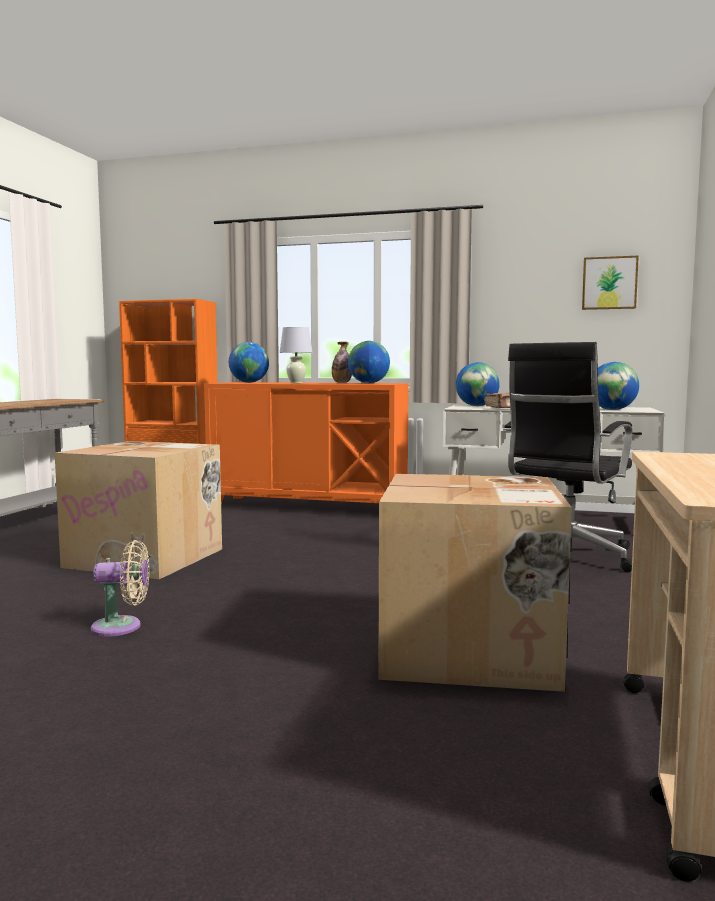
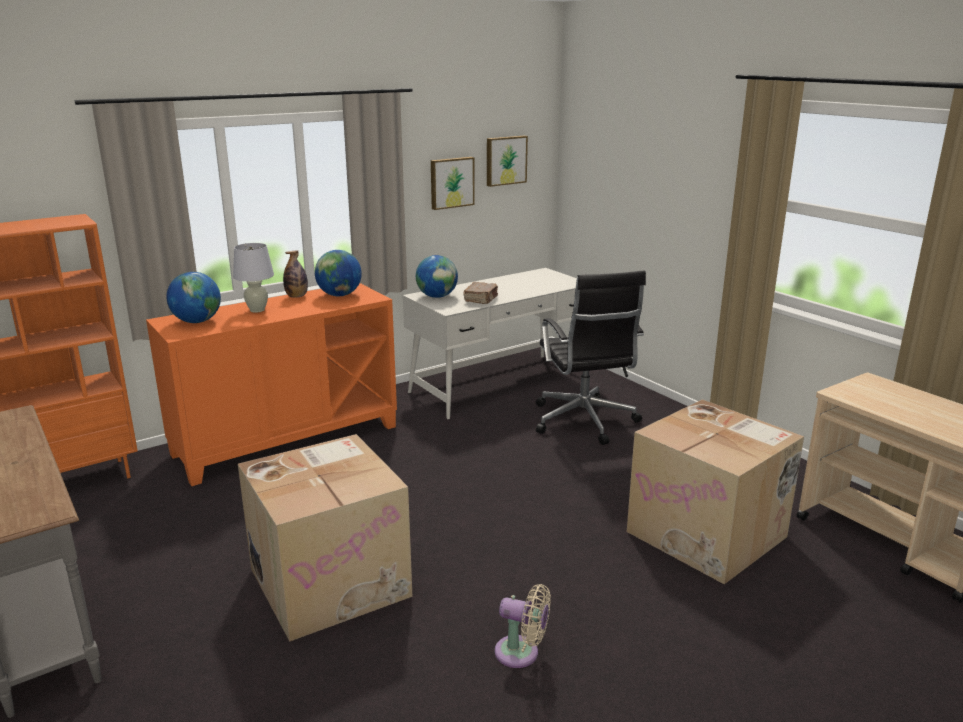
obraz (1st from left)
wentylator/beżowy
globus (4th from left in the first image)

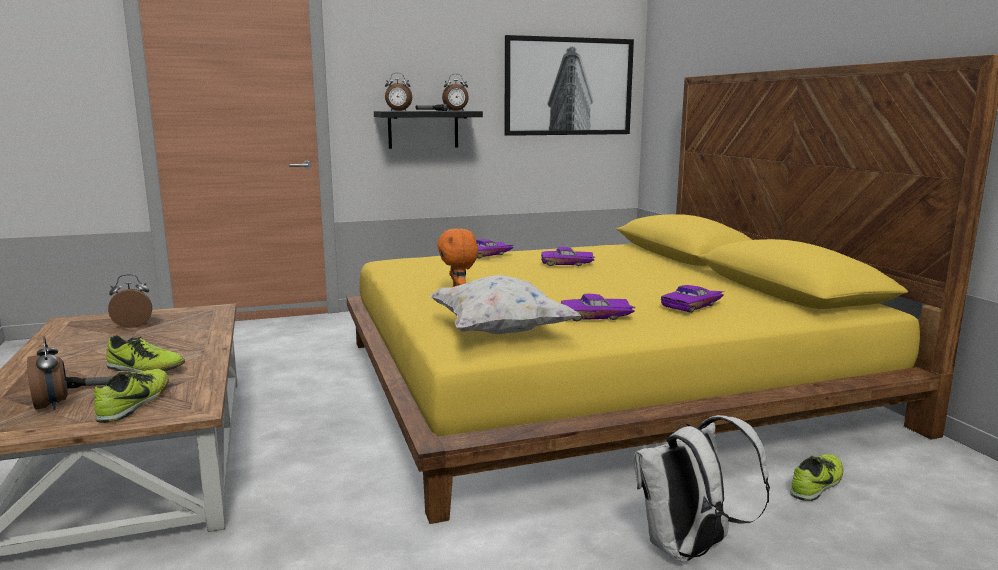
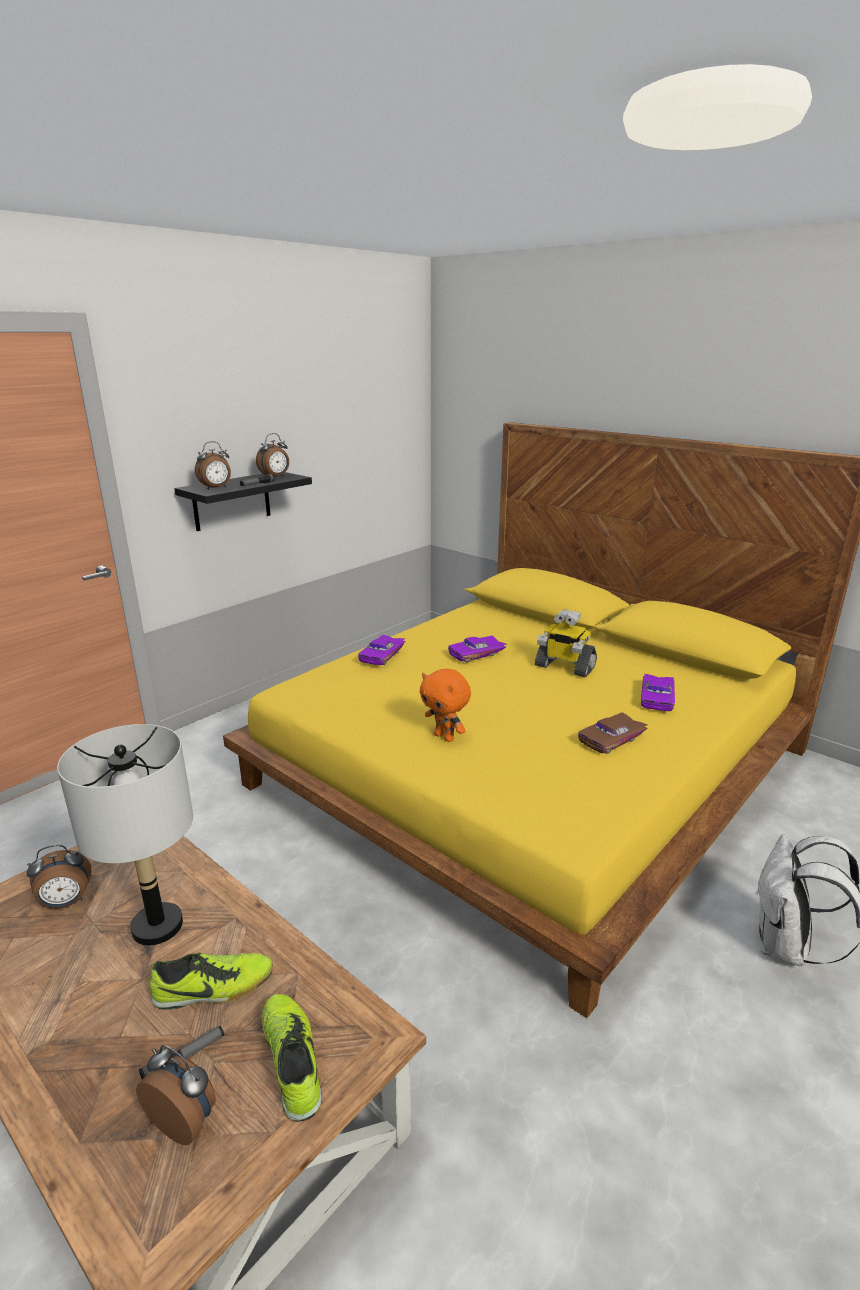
budzik (1st from left)
lampa stołowa/szary
robot zabawkowy
samochodzik/brązowy
poduszka/biały
obraz
but (3rd from left in the first image)

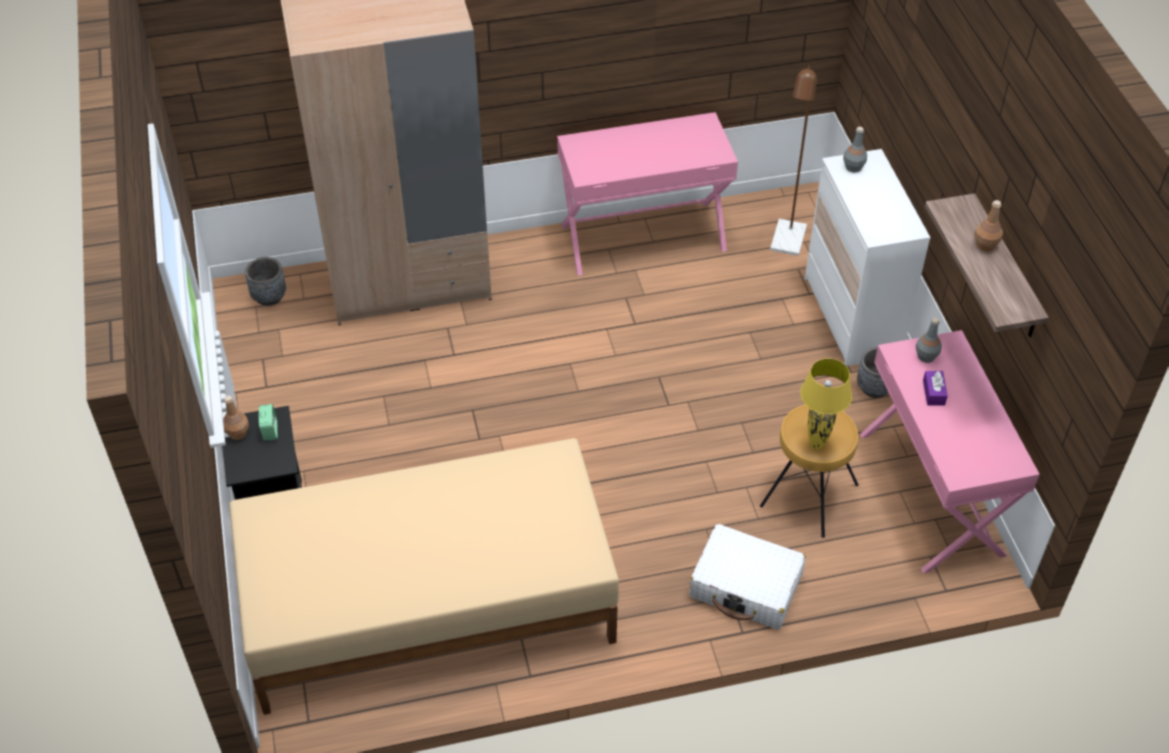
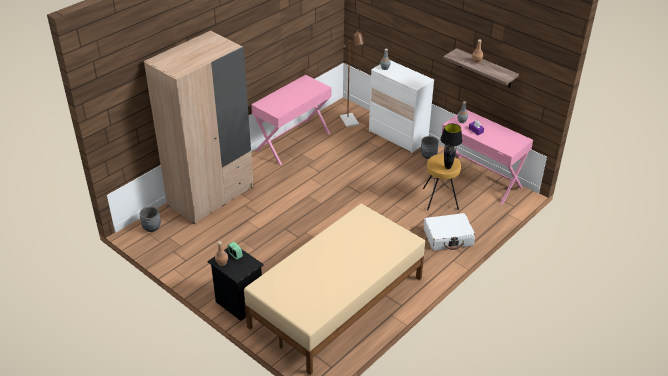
lampa stołowa/czarny

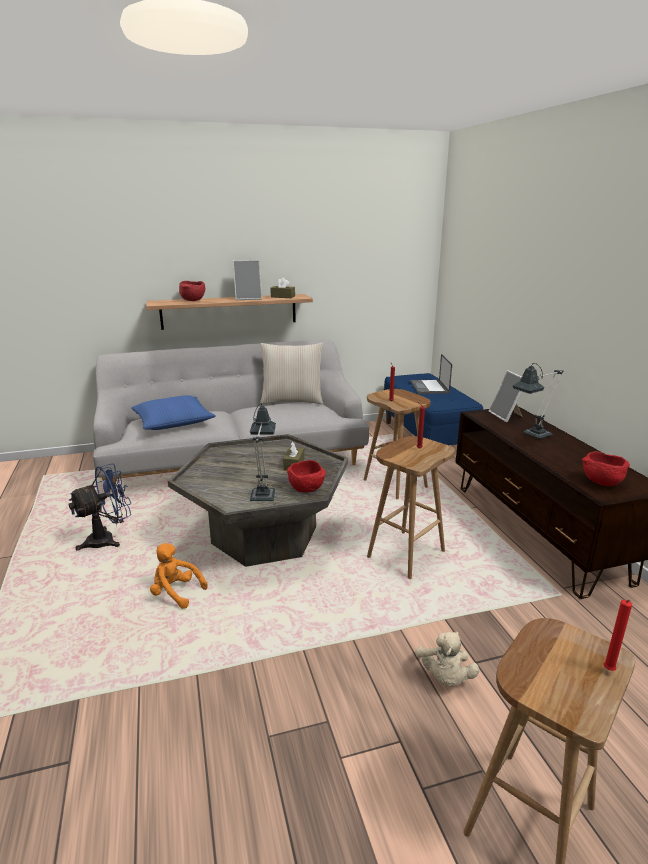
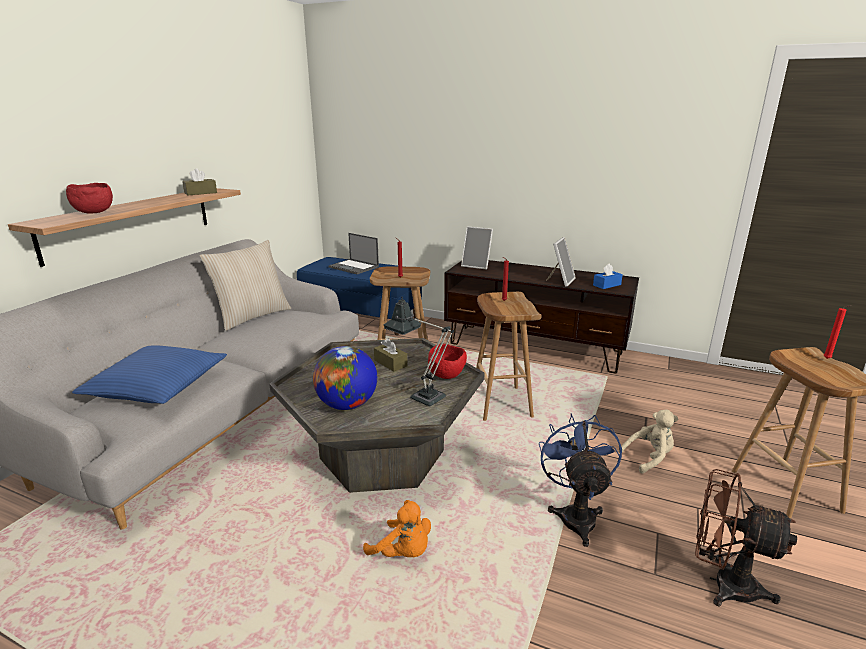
globus
pluszak/pomarańczowy
wentylator/niebieski
ramka na zdjęcie (2nd from left)
pudełko chusteczek/niebieski
pluszak/beżowy
wentylator/brązowy
lampa stołowa (2nd from left in the first image)

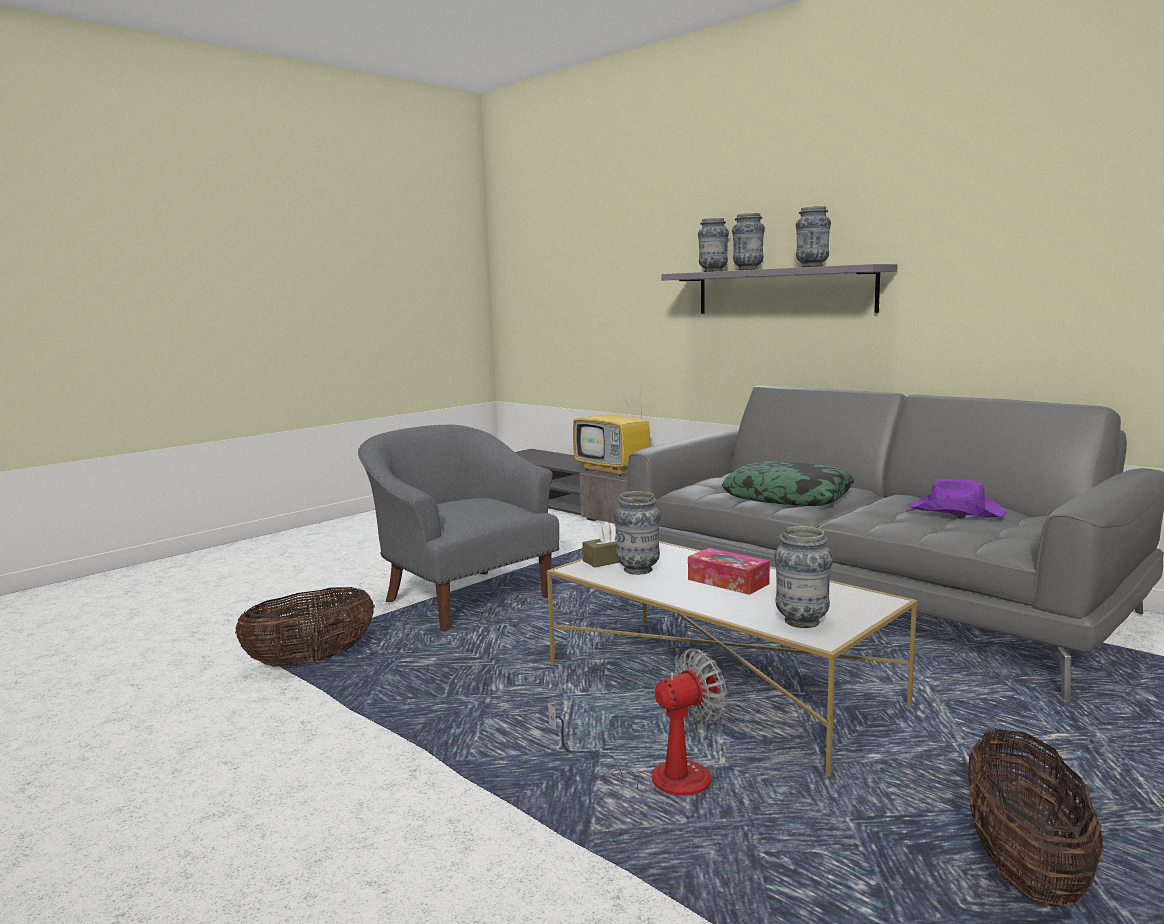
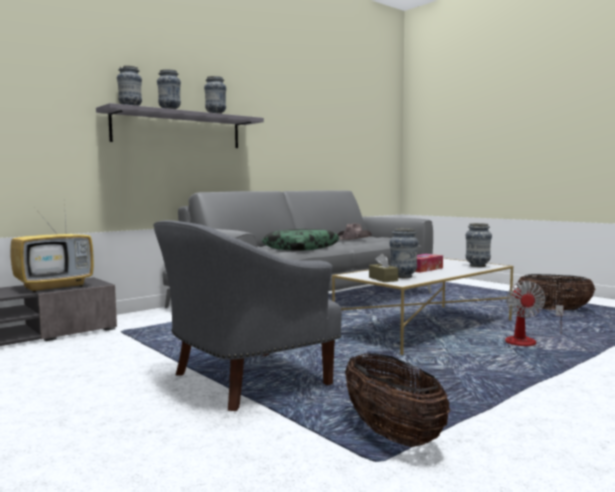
kapelusz/brązowy
wentylator

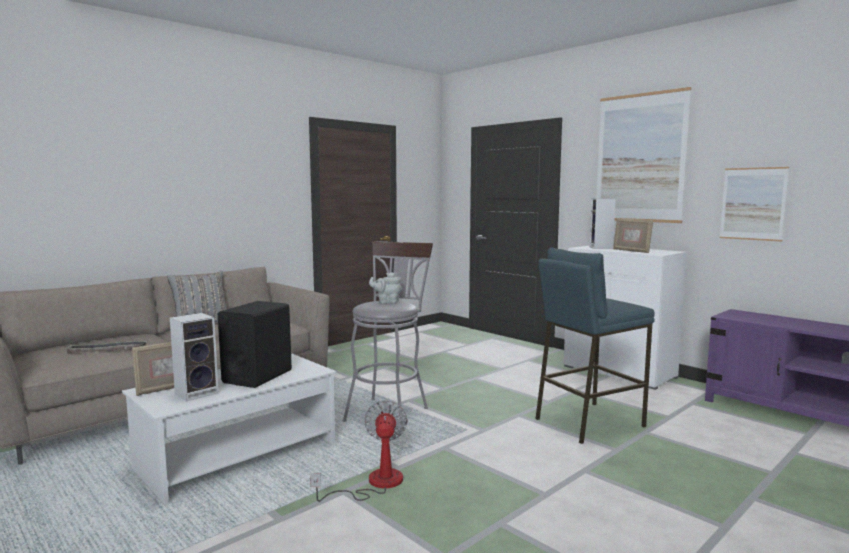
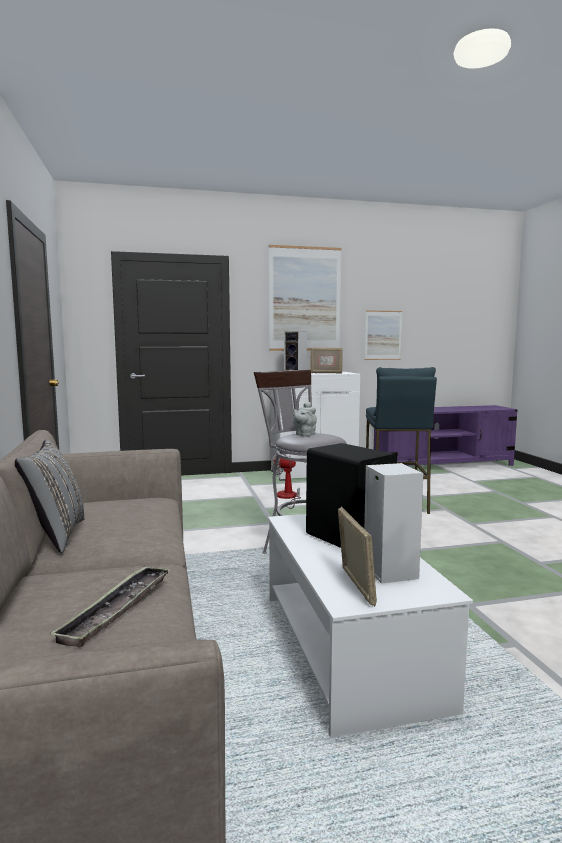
wentylator

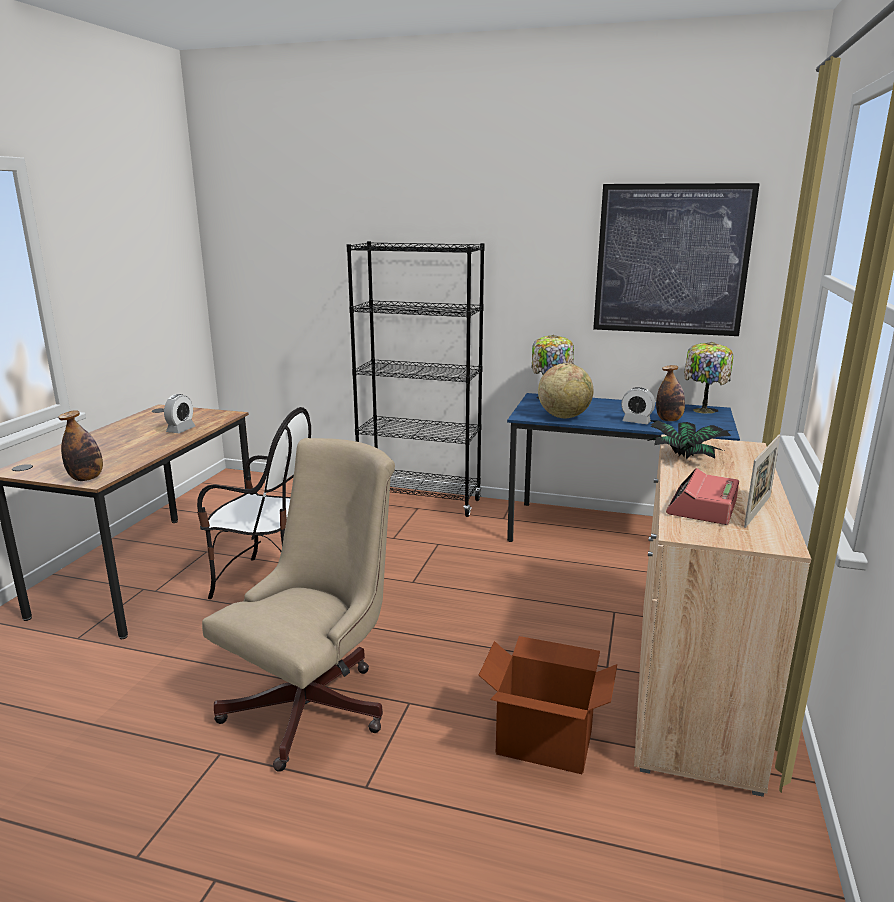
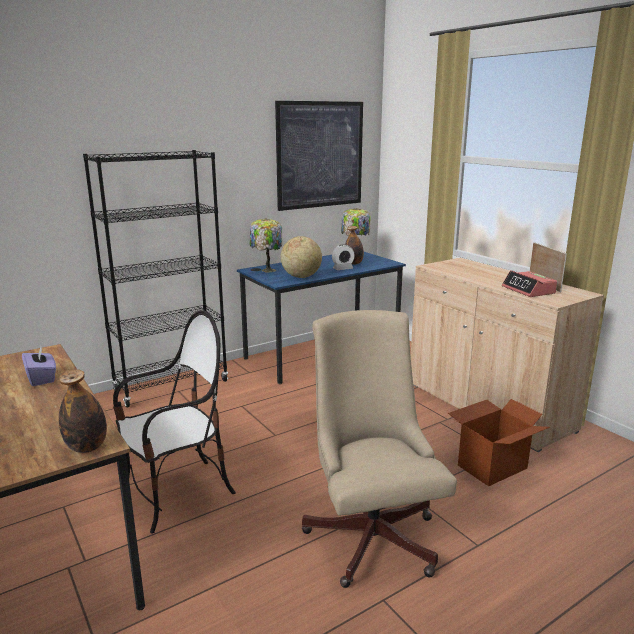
pudełko chusteczek/fioletowy
roślina doniczkowa

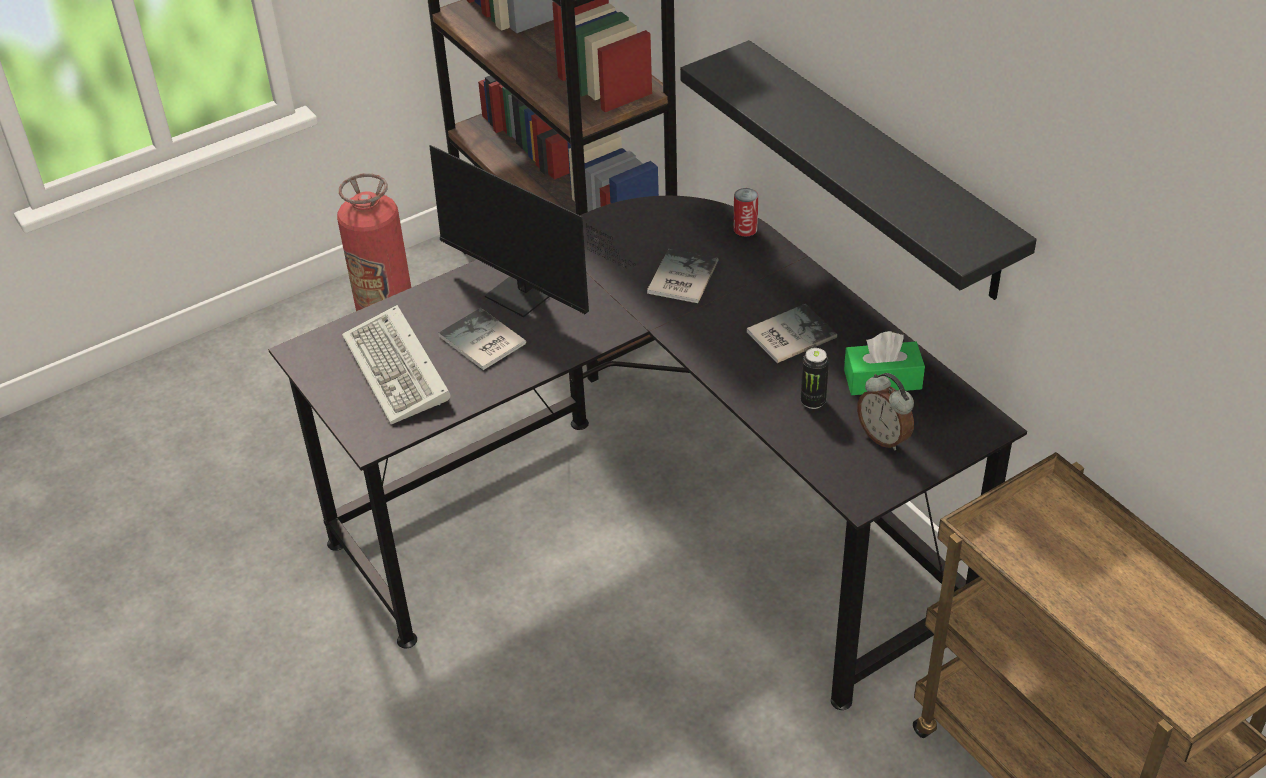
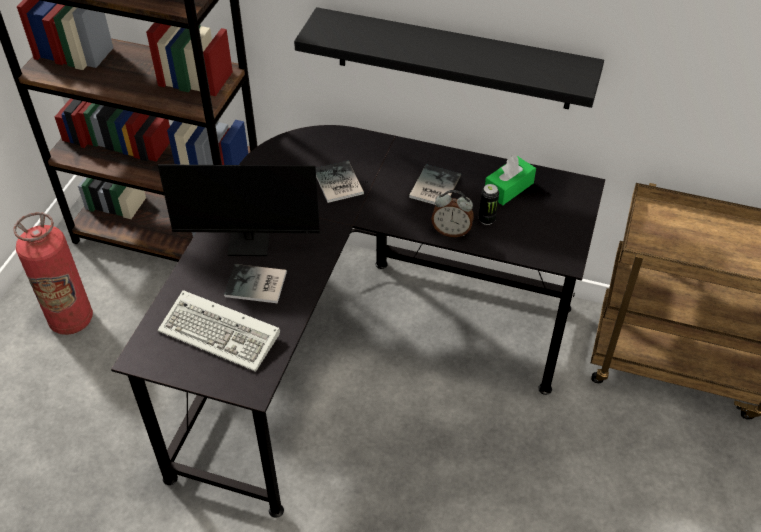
budzik
puszka (1st from left in the first image)

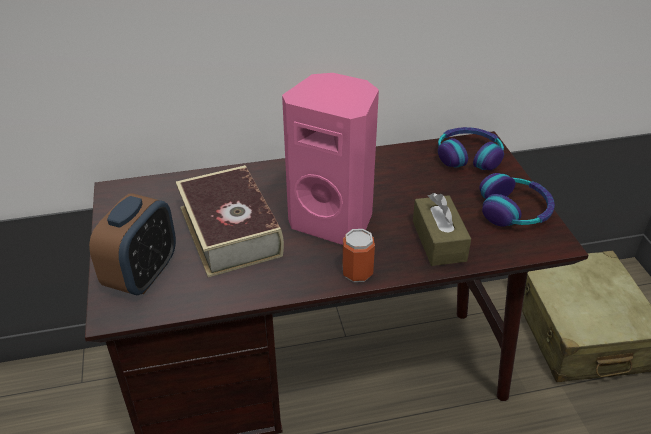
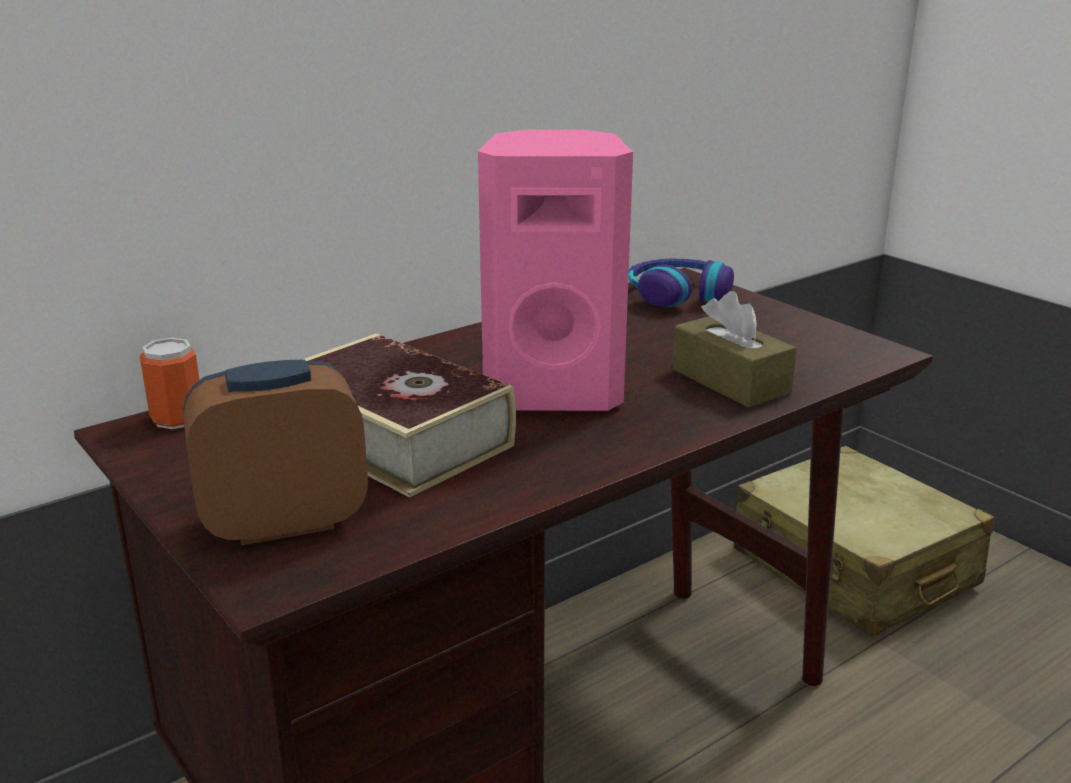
puszka
budzik
słuchawki (2nd from left in the first image)

